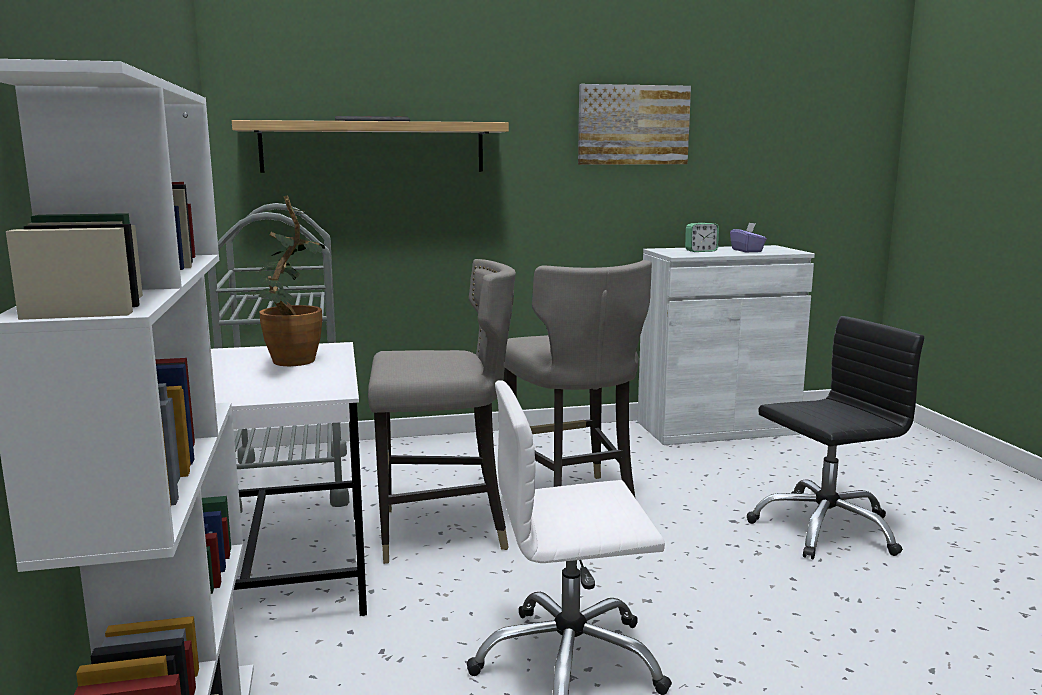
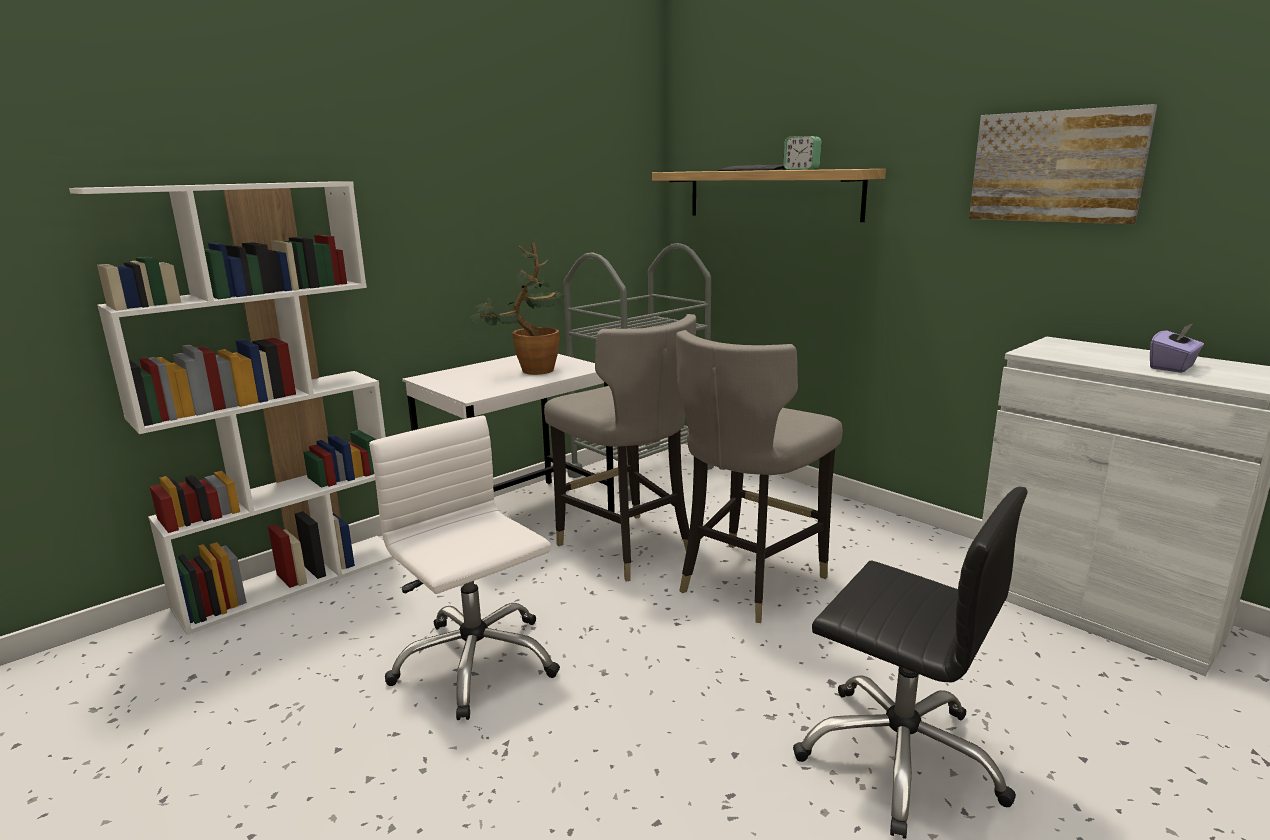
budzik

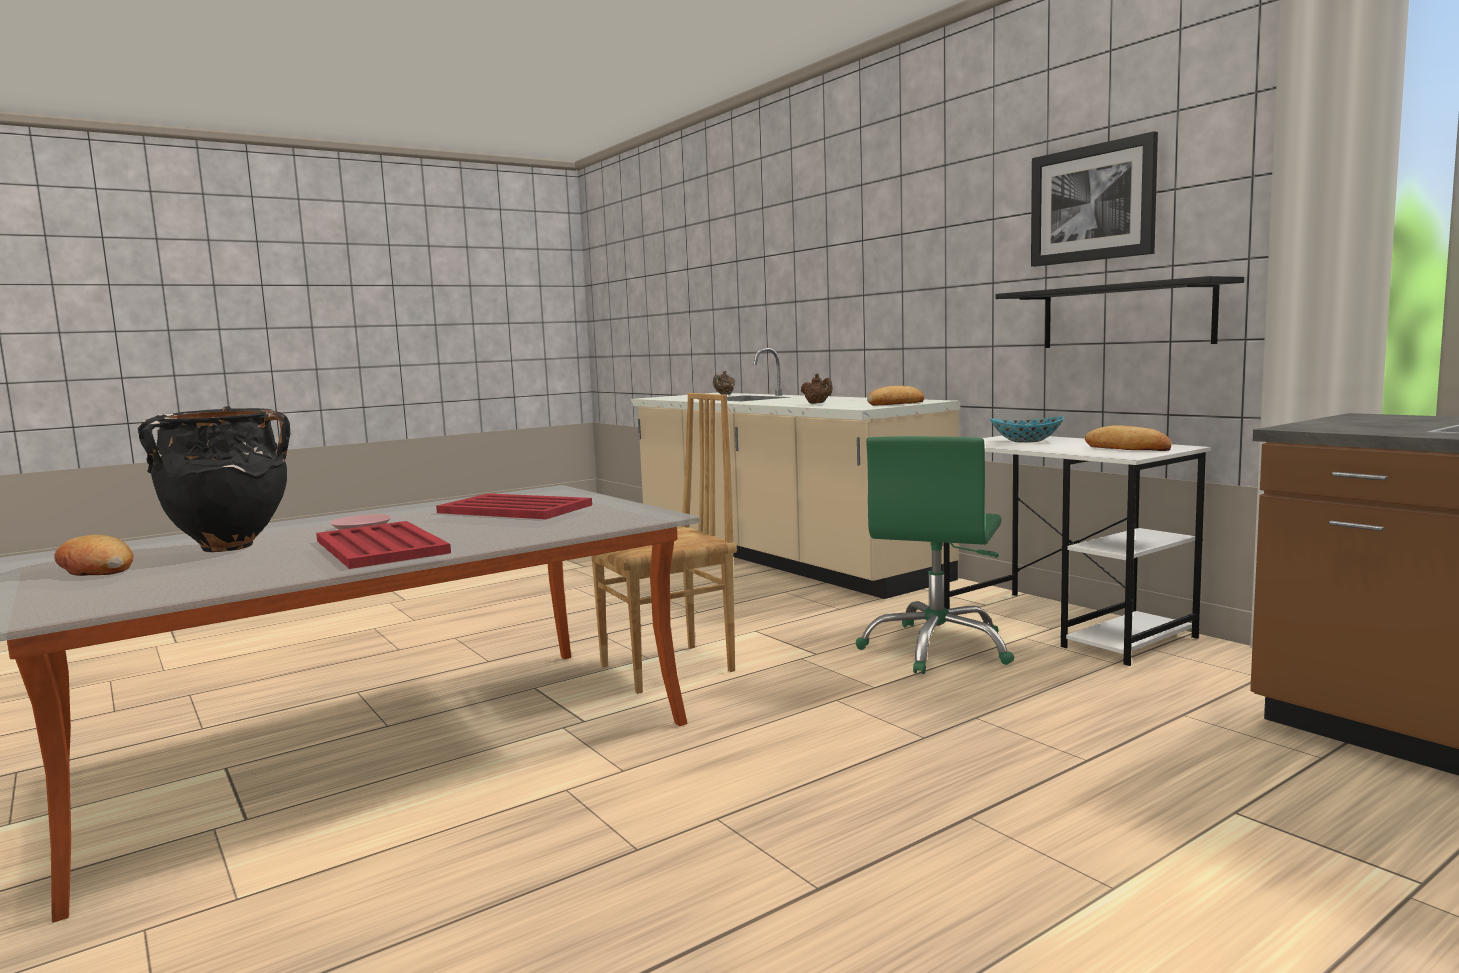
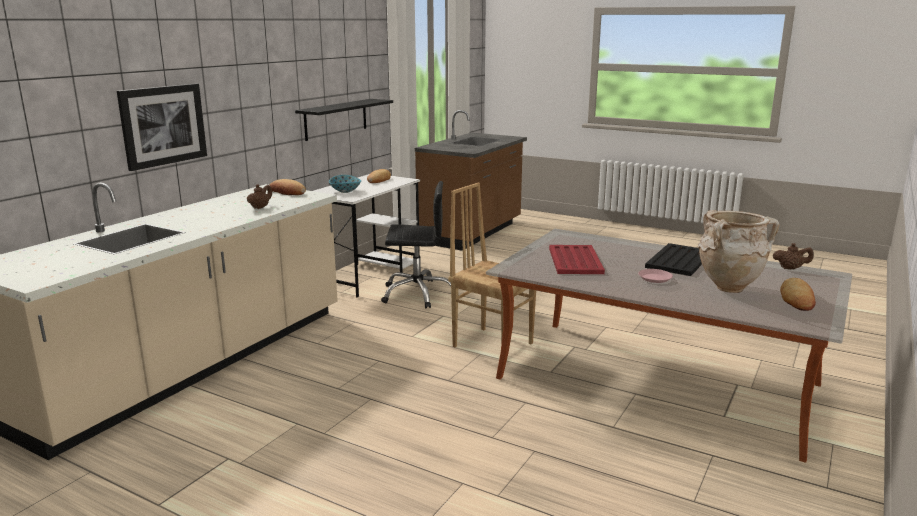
obraz
krzesło biurowe/czarny
taca/czarny
wazon/beżowy
imbryk/brązowy (2nd from left)

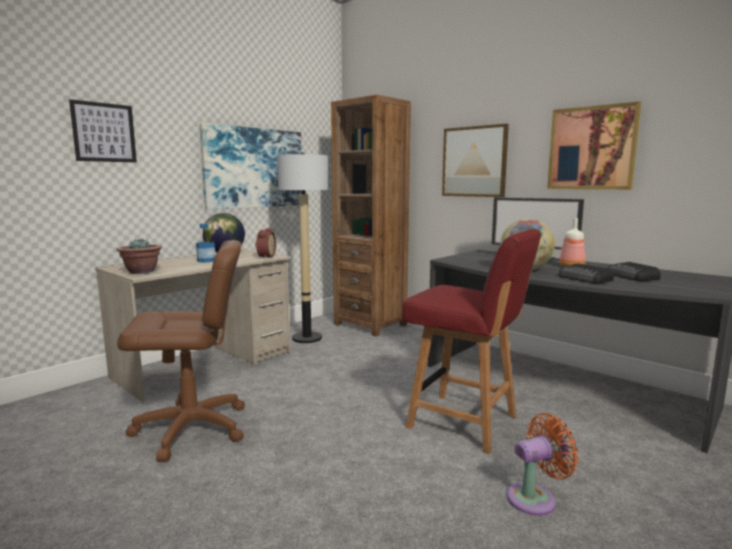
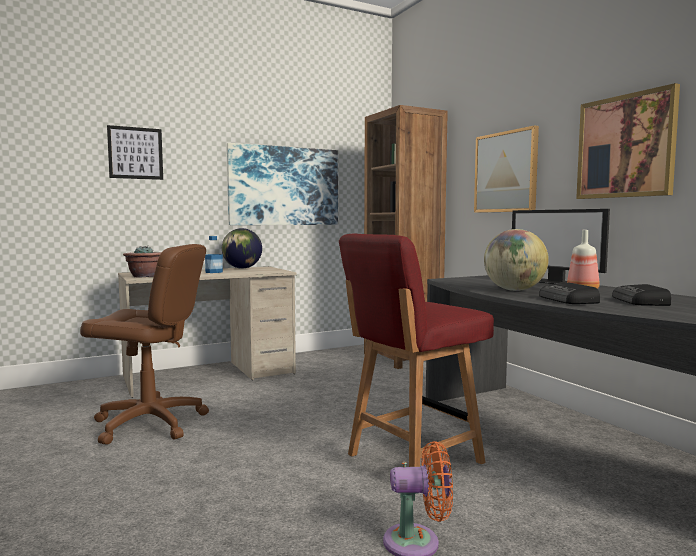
krzesło/czerwony
budzik
lampa stojąca

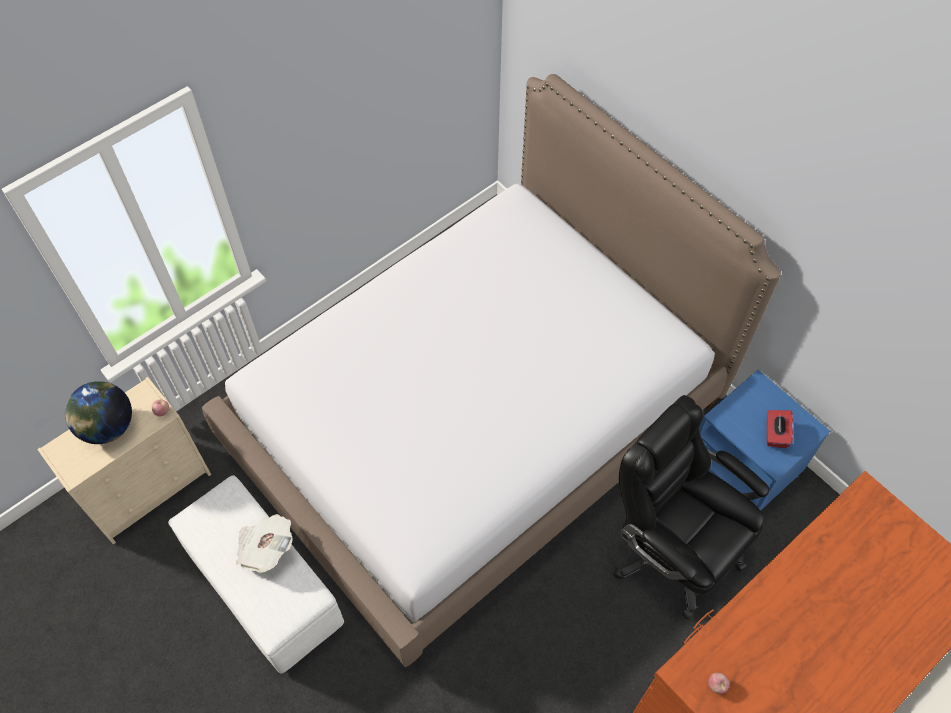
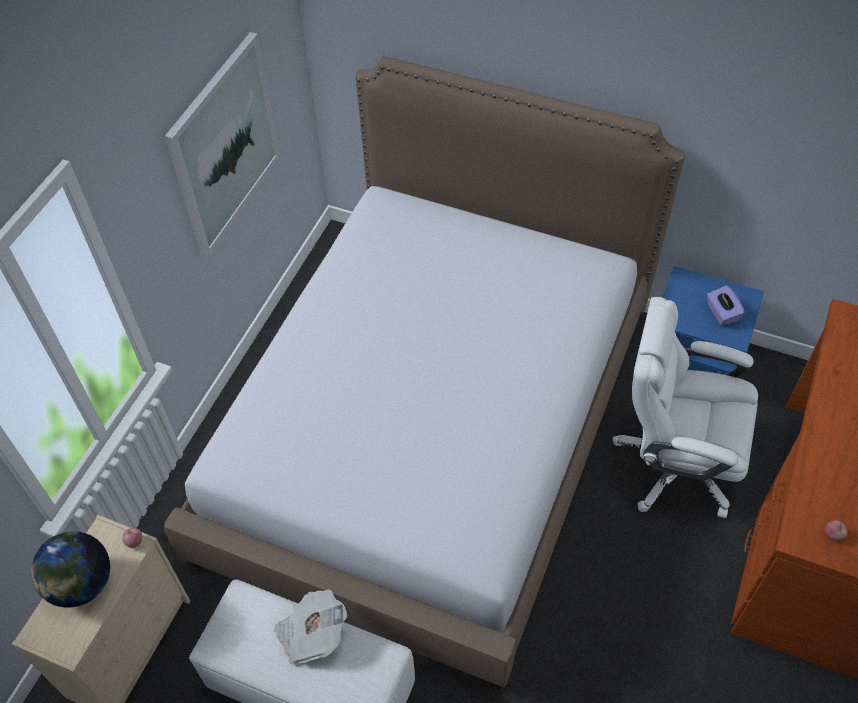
obraz
krzesło biurowe/biały
pudełko chusteczek/fioletowy

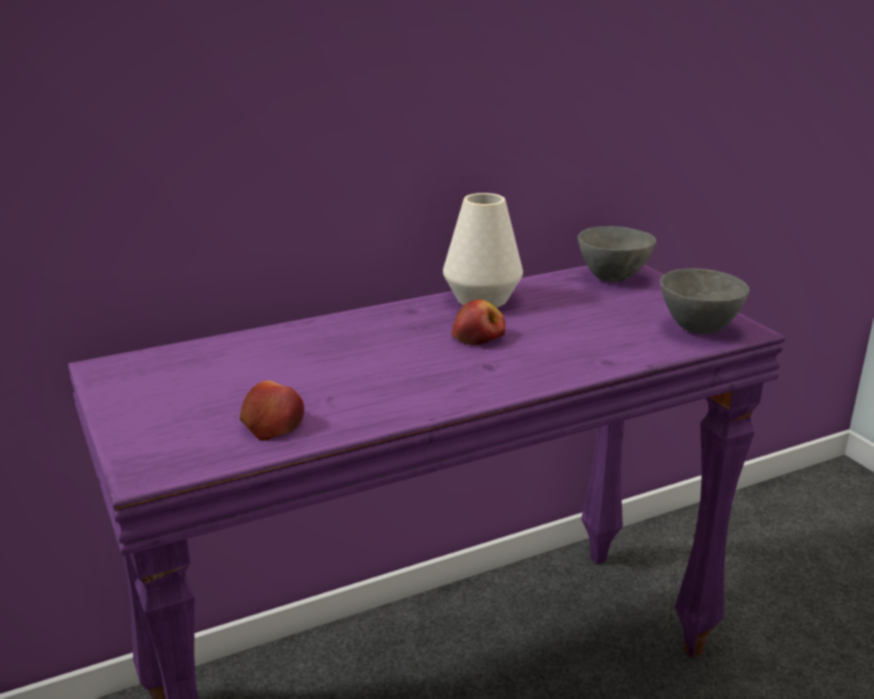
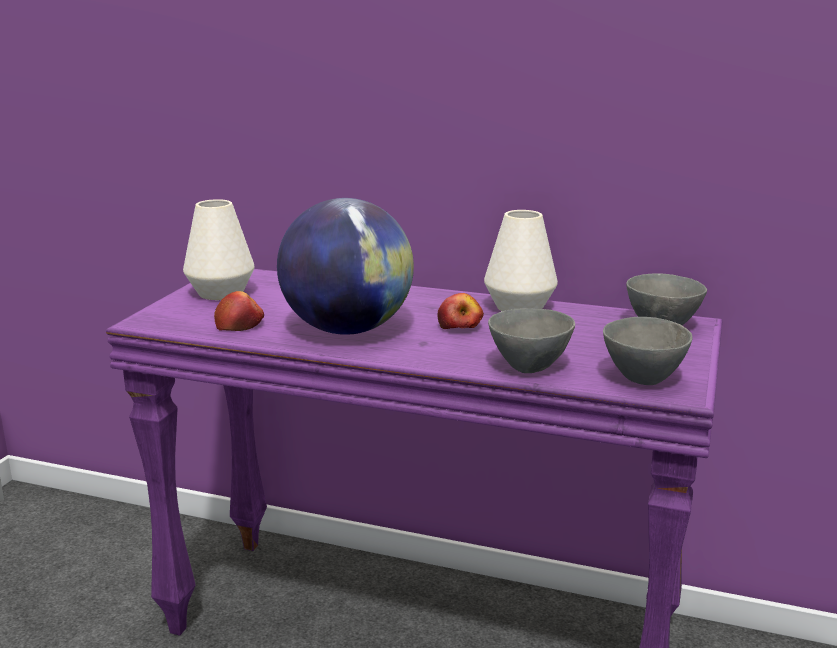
wazon/biały (1st from left)
globus
miska/szary (1st from left)

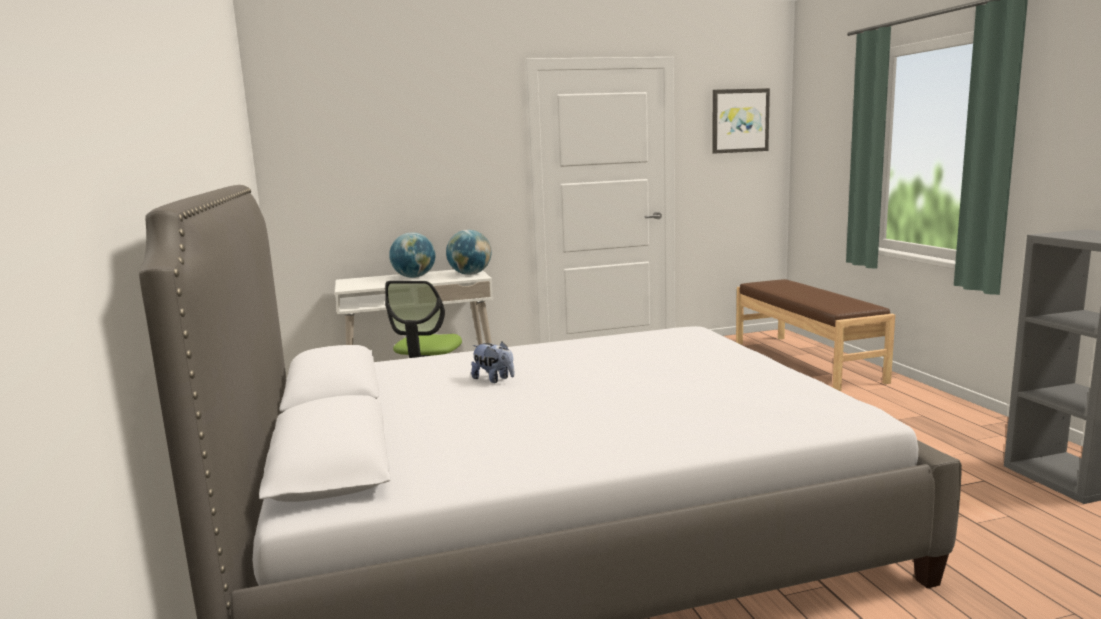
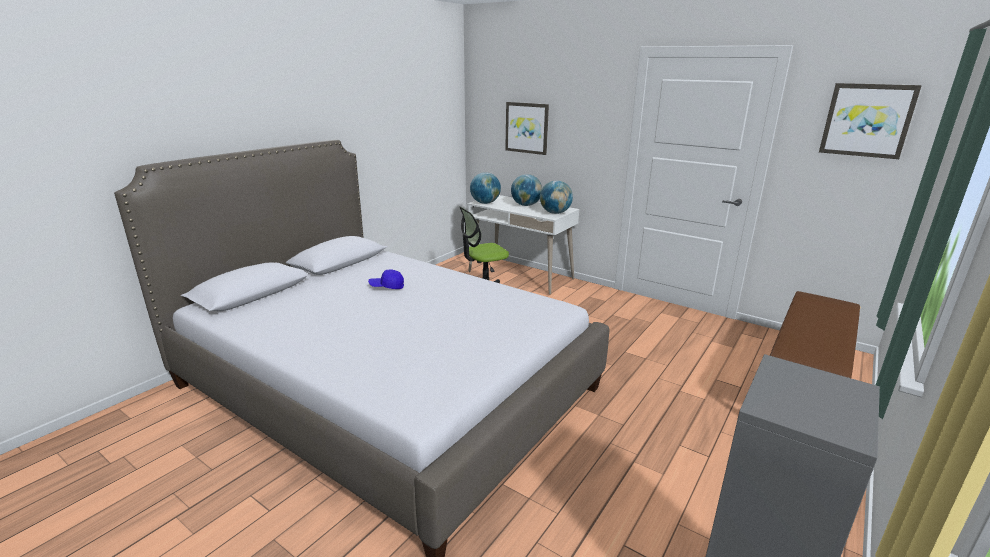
czapka z daszkiem/niebieski
globus (1st from left)
obraz (1st from left)

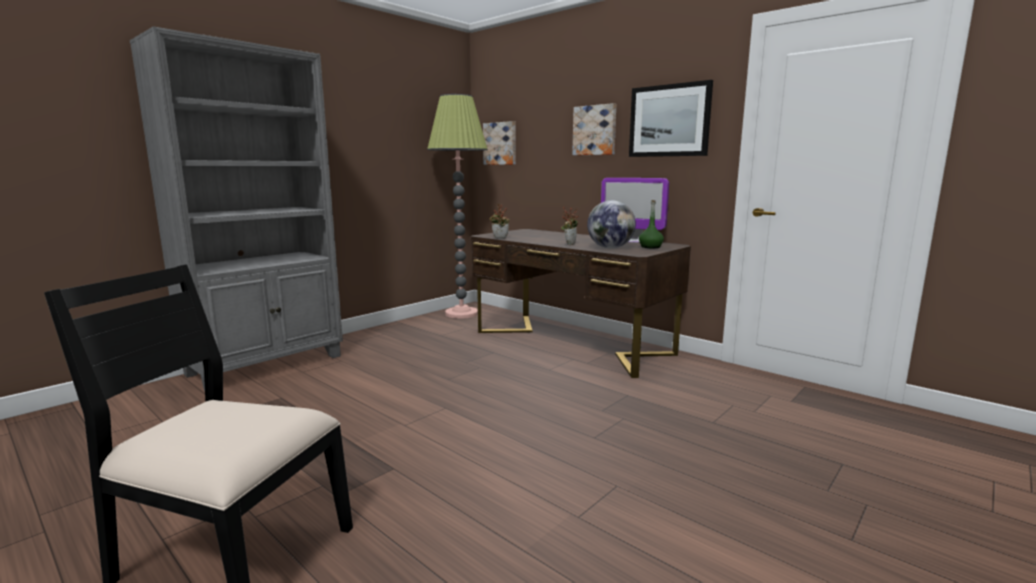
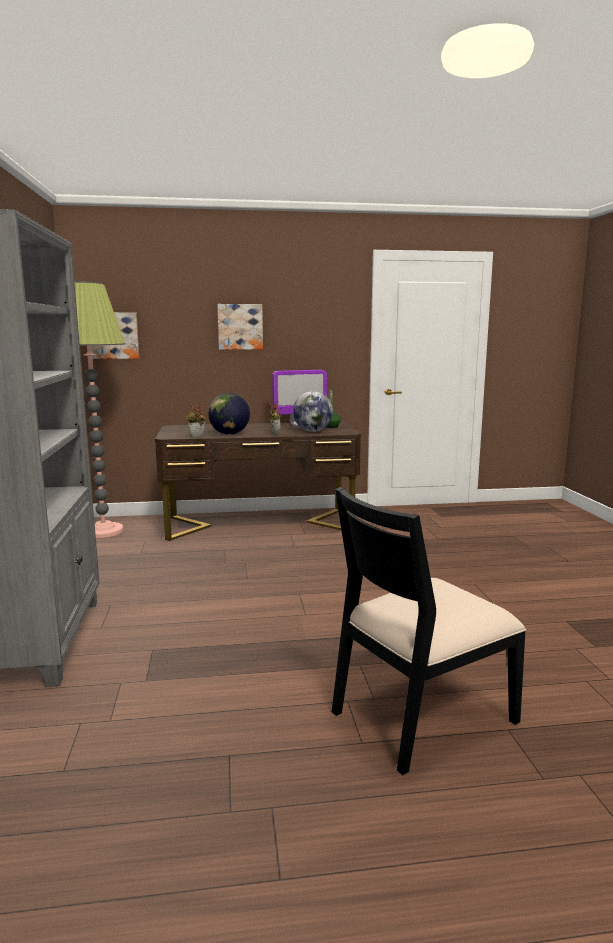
globus (1st from left)
obraz (3rd from left in the first image)

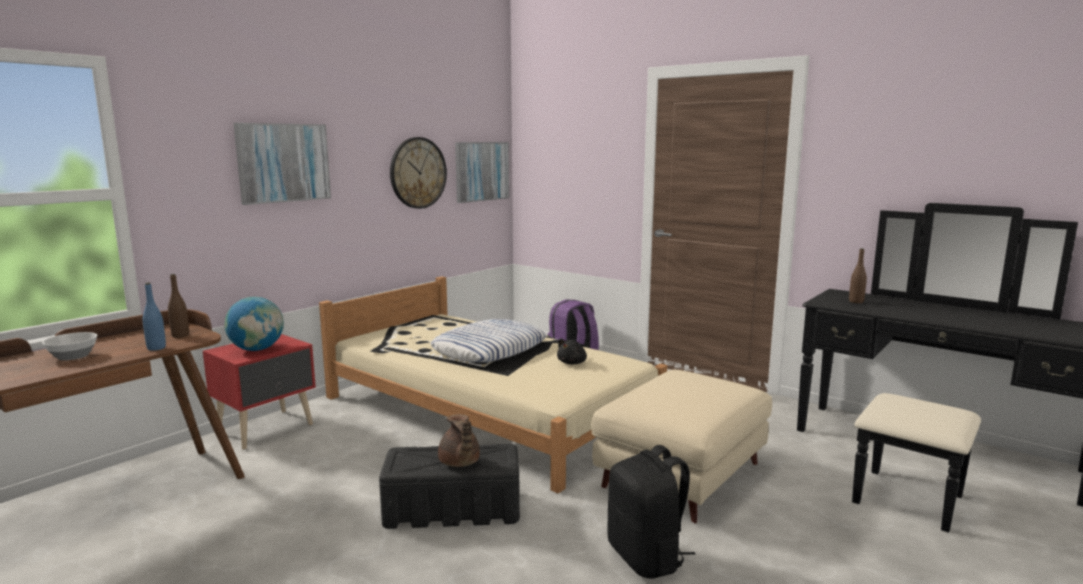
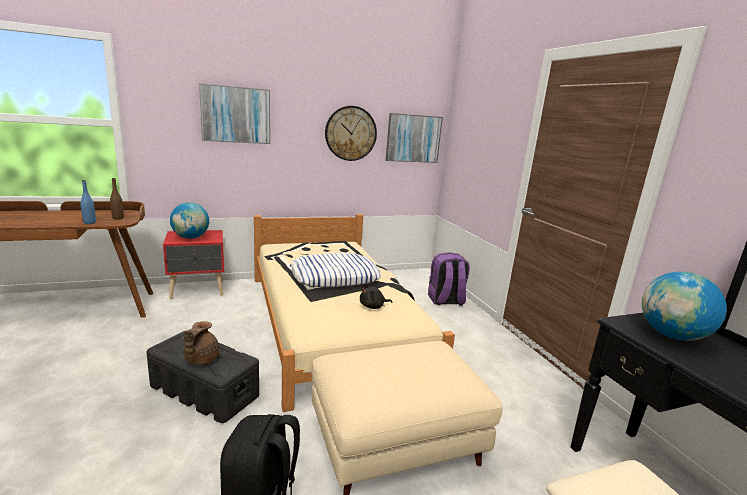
globus (2nd from left)
miska

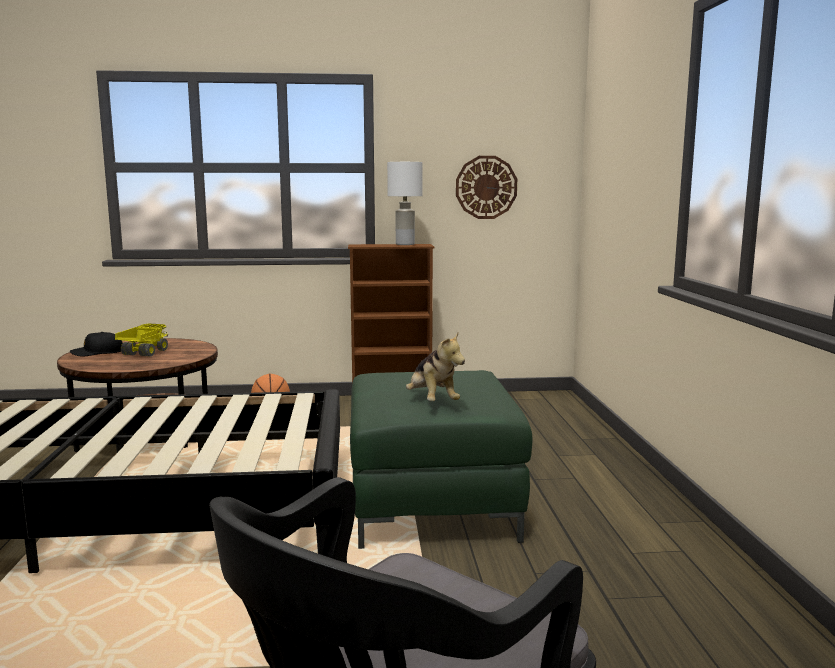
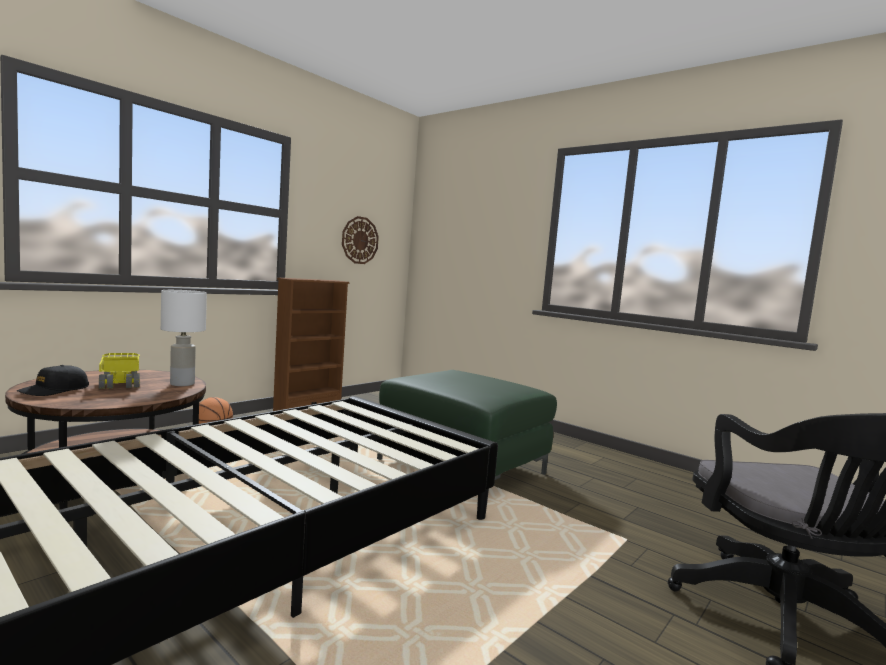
lampa stołowa/biały
pluszak

